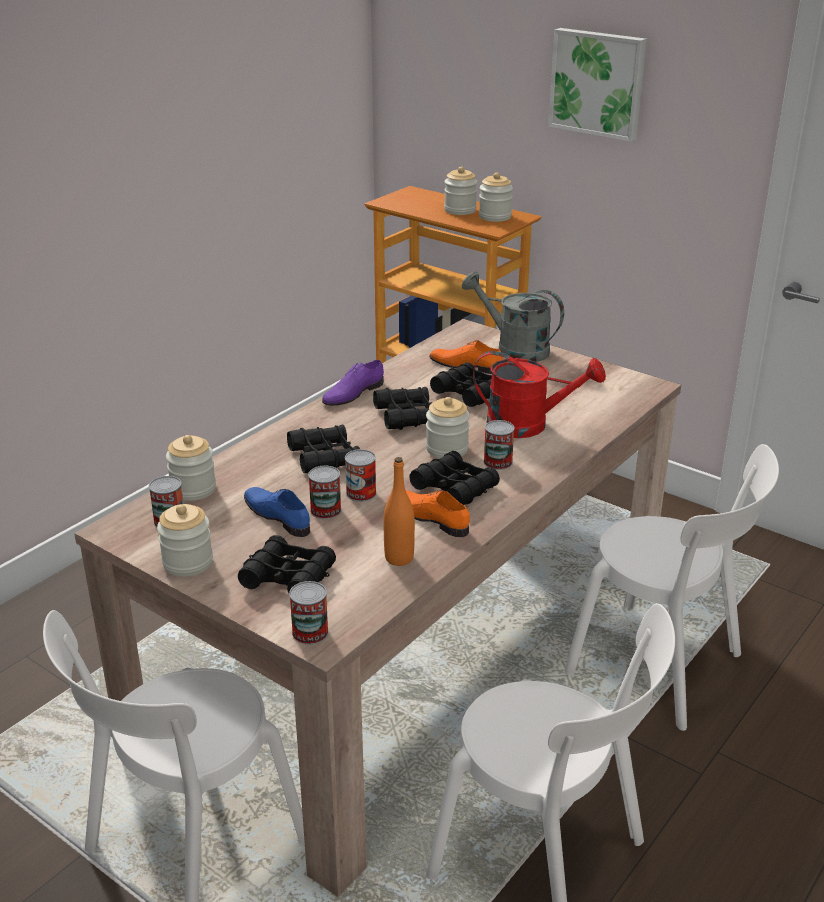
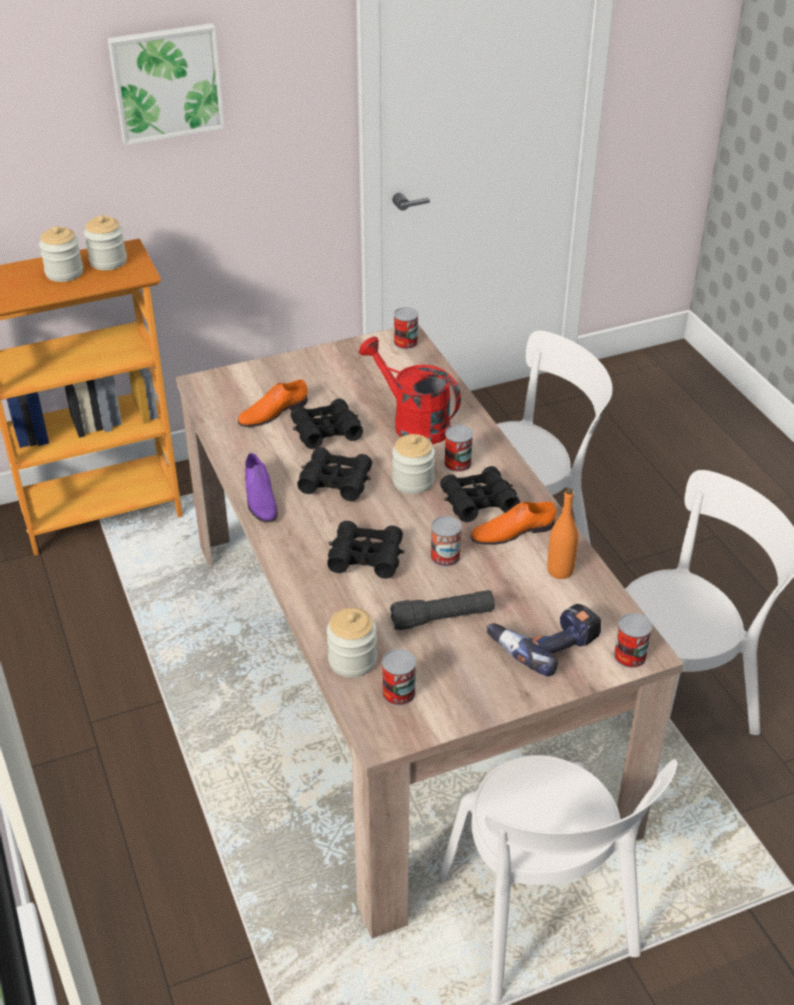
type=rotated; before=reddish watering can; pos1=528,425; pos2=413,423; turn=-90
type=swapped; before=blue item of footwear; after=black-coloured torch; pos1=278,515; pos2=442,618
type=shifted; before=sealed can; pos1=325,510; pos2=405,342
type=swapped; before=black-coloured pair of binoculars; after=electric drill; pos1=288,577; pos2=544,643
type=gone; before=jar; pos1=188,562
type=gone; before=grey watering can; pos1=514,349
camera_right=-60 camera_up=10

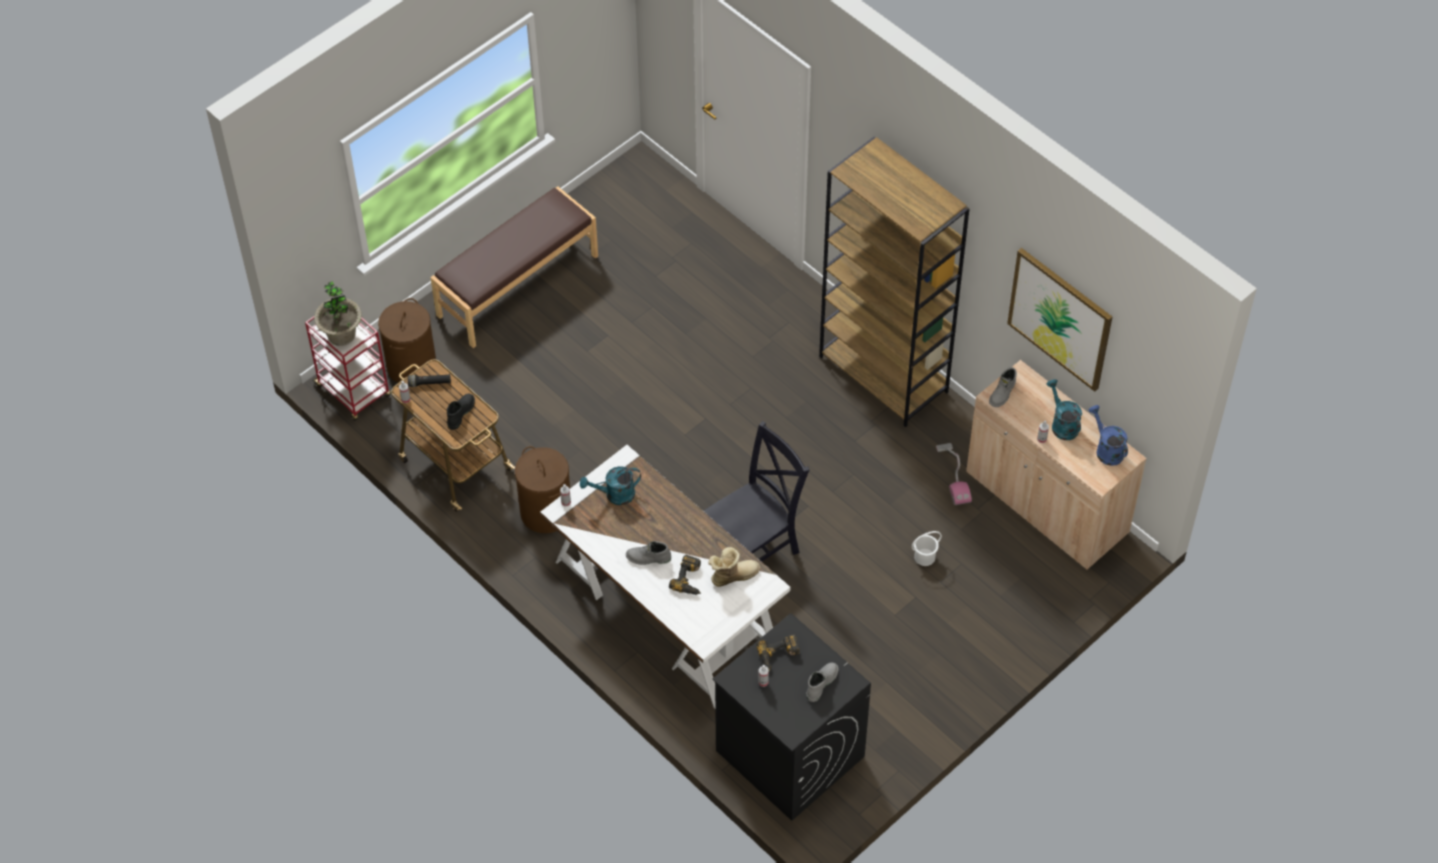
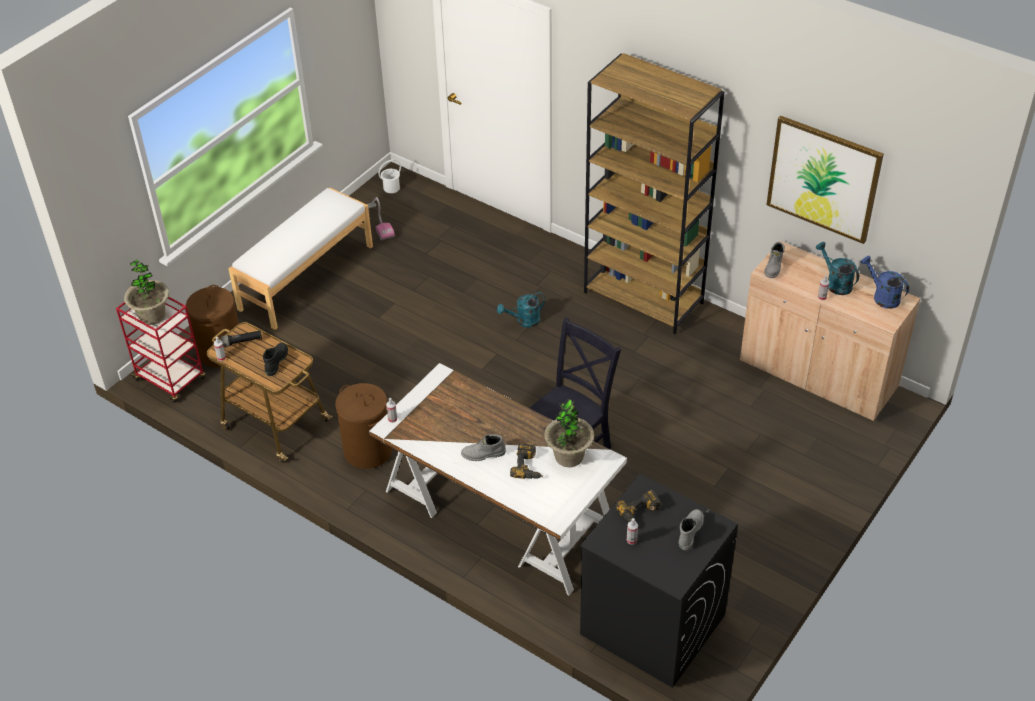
type=repainted; before=brown long seat; after=whitish long seat; pos1=517,285; pos2=306,277
type=shifted; before=vacuum cleaner; pos1=953,475; pos2=378,222
type=shifted; before=whitish water bucket; pos1=924,557; pos2=391,188
type=shifted; before=turquoise watering can; pos1=614,495; pos2=524,321
type=swapped; before=high-top boot; after=plant in a pot; pos1=733,575; pos2=569,456
camera_right=-10 camera_up=-10

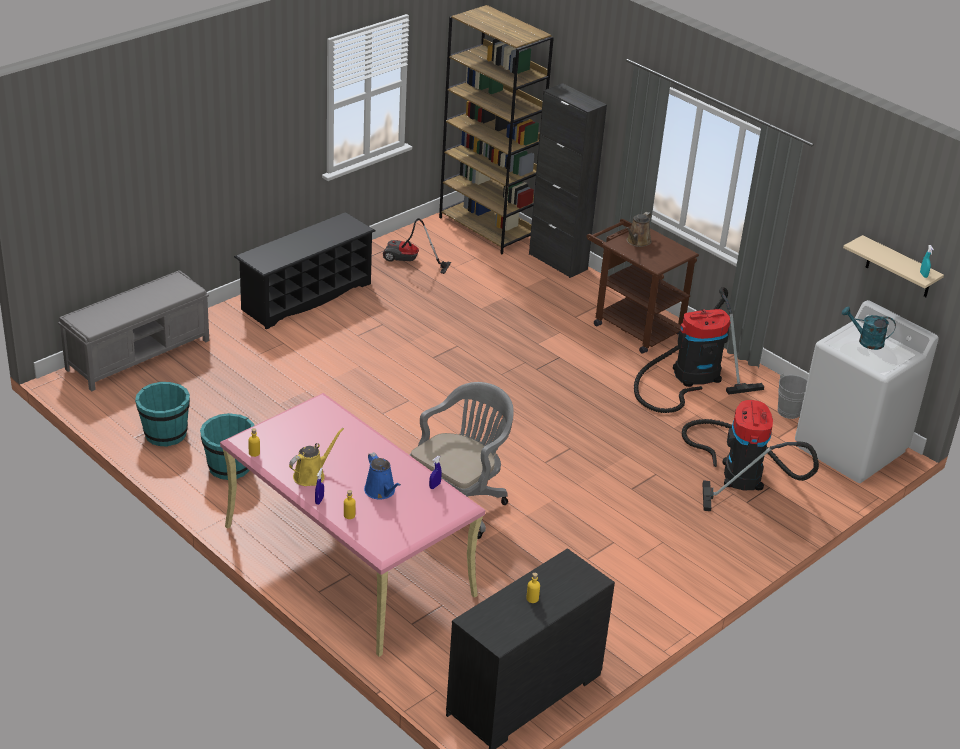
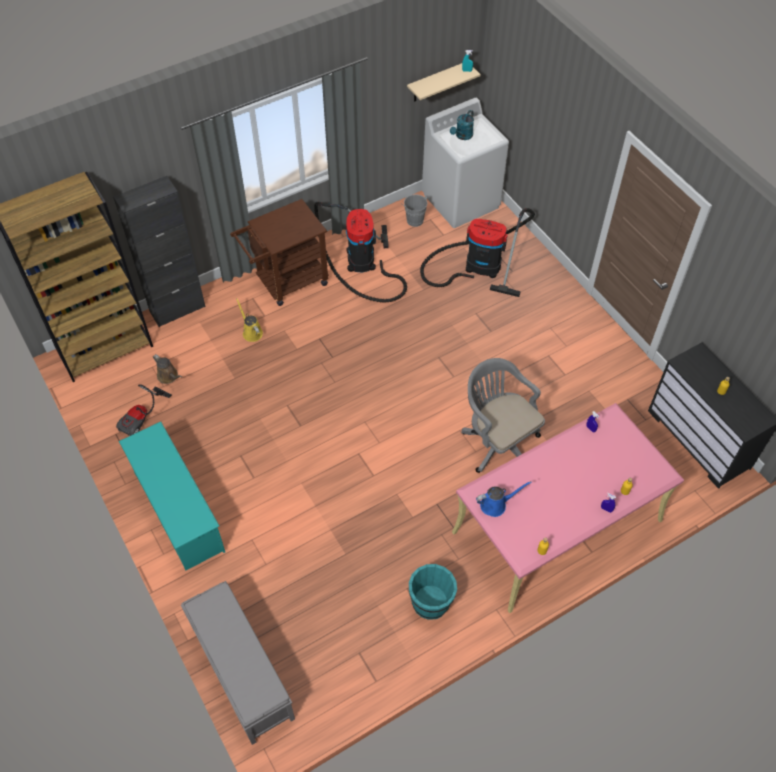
type=repainted; before=black-coloured shoe shelf; after=turquoise shoe shelf; pos1=306,296; pos2=178,511
type=shifted; before=brown watering can; pos1=637,242; pos2=169,376
type=shifted; before=yellowish watering can; pos1=311,475; pos2=251,332
type=shifted; before=blue watering can; pos1=381,491; pos2=496,504
type=gone; before=turquoise water bucket; pos1=165,434
camera_right=-75 camera_up=20

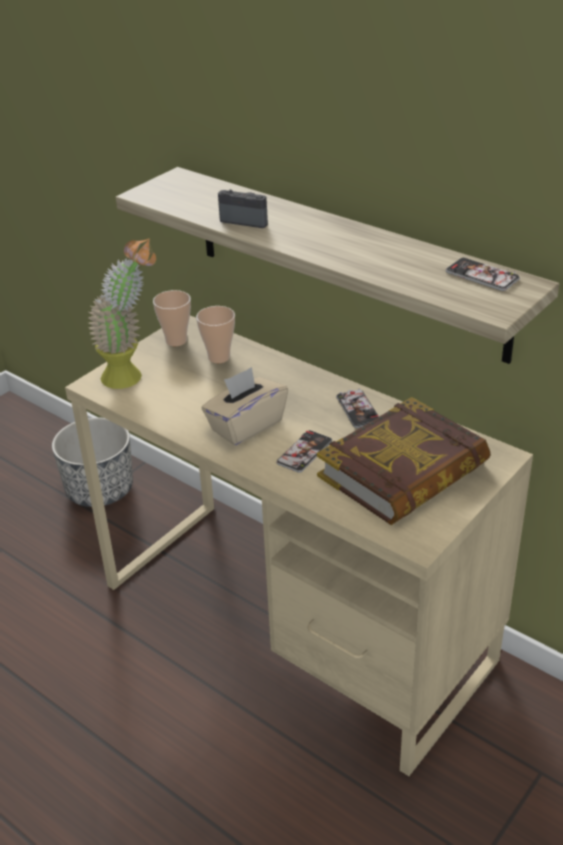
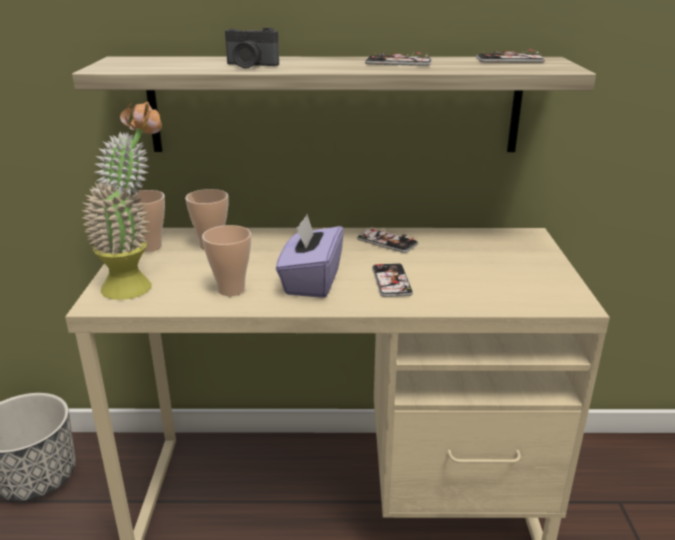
type=new; after=cup; pos2=231,289
type=rotated; before=photo camera; pos1=246,220; pos2=250,65; turn=-150
type=repainted; before=beige-coloured tissue box; after=purple-coloured tissue box; pos1=246,425; pos2=311,281
type=new; after=phone; pos2=398,62
type=gone; before=book; pos1=403,471
camera_right=-40 camera_up=-10

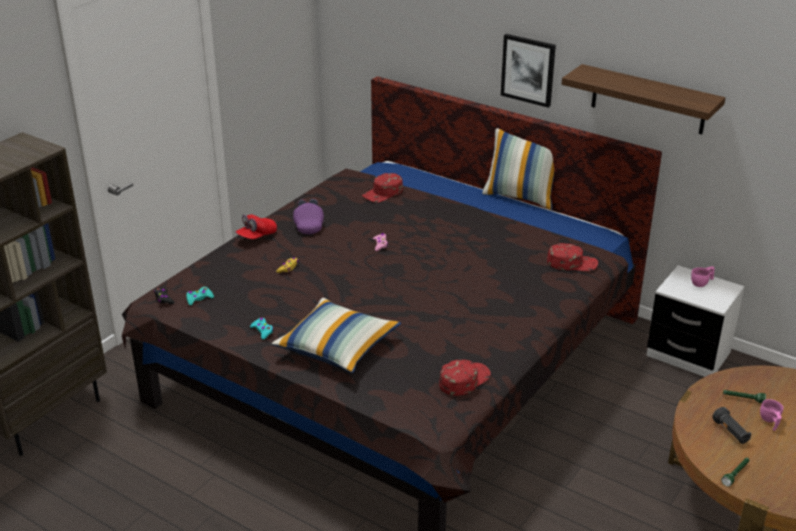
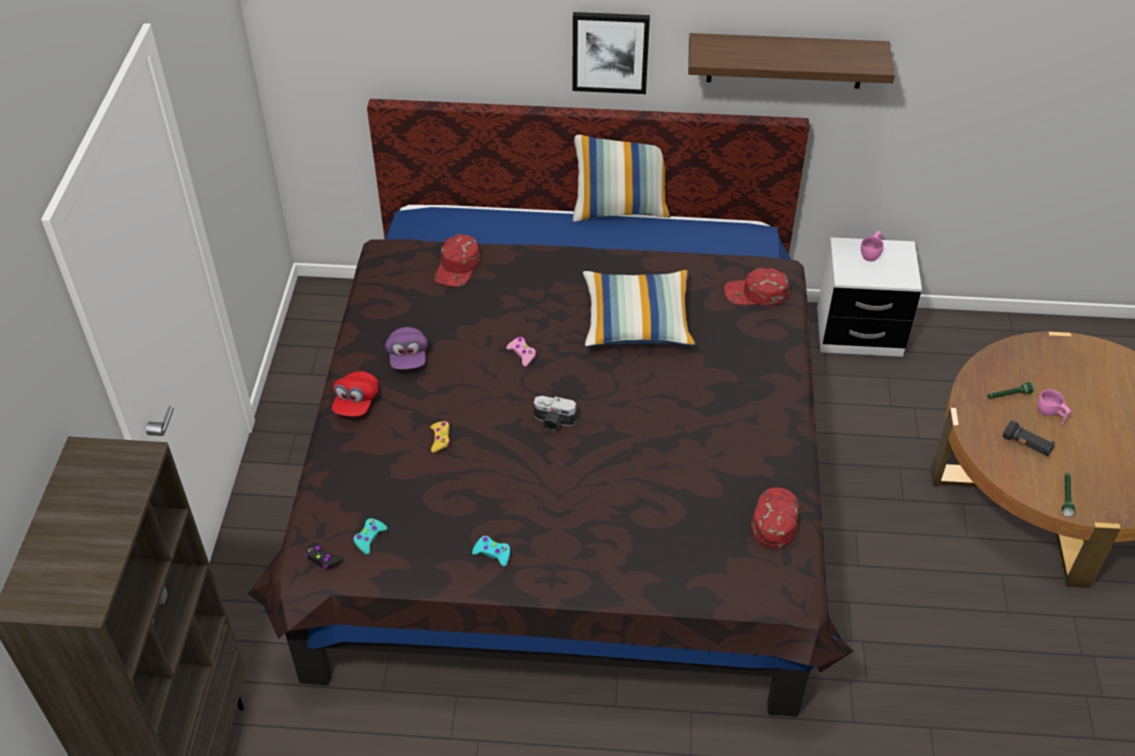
type=rotated; before=purple-coloured baseball cap; pos1=308,225; pos2=408,357; turn=-150
type=new; after=photo camera; pos2=553,422
type=shifted; before=pillow; pos1=337,347; pos2=637,321
type=rotated; before=reddish baseball cap; pos1=572,263; pos2=756,293; turn=-150
camera_right=-30 camera_up=15

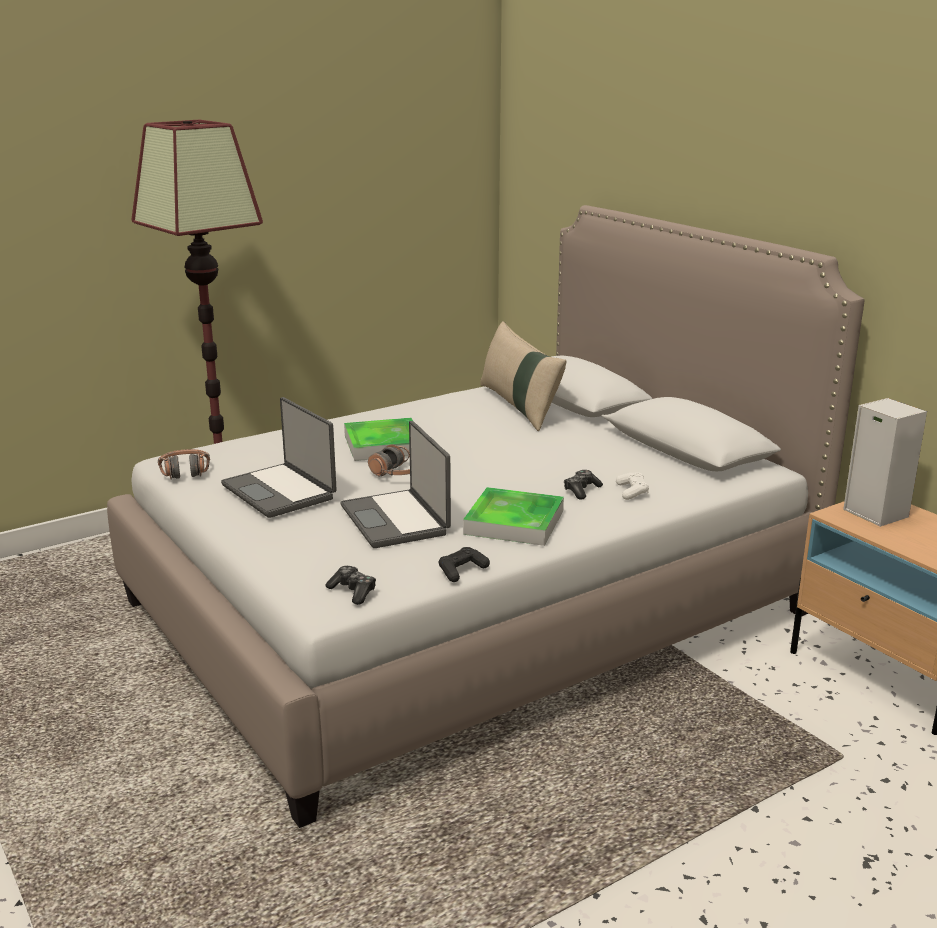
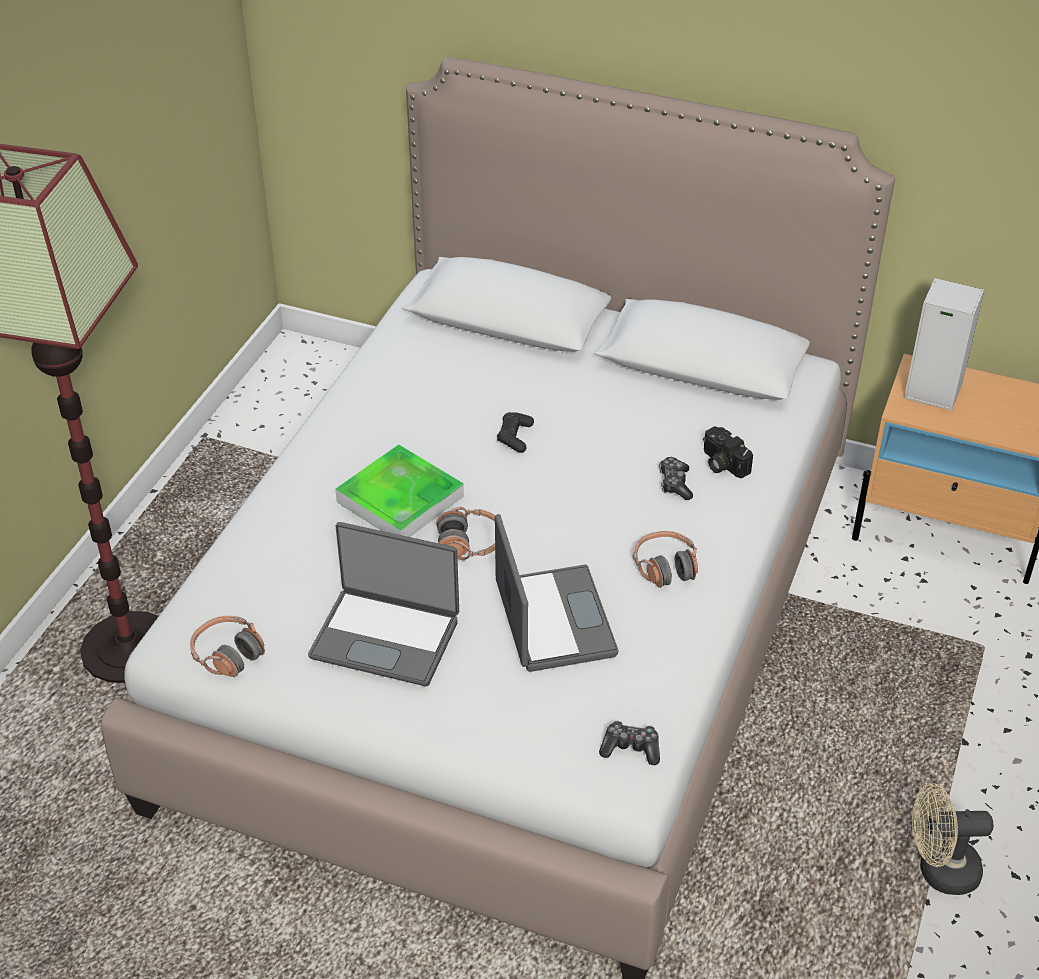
type=rotated; before=portable computer; pos1=396,520; pos2=552,620; turn=-135
type=shifted; before=black-coloured gamepad; pos1=462,571; pos2=515,437
type=swapped; before=tray; after=headset; pos1=514,522; pos2=665,567
type=swapped; before=whitish gamepad; after=photo camera; pos1=632,492; pos2=721,463
type=new; after=beige-coloured electric fan; pos2=939,871
type=gone; before=beige-coloured pillow; pos1=519,406
camera_right=-35 camera_up=20

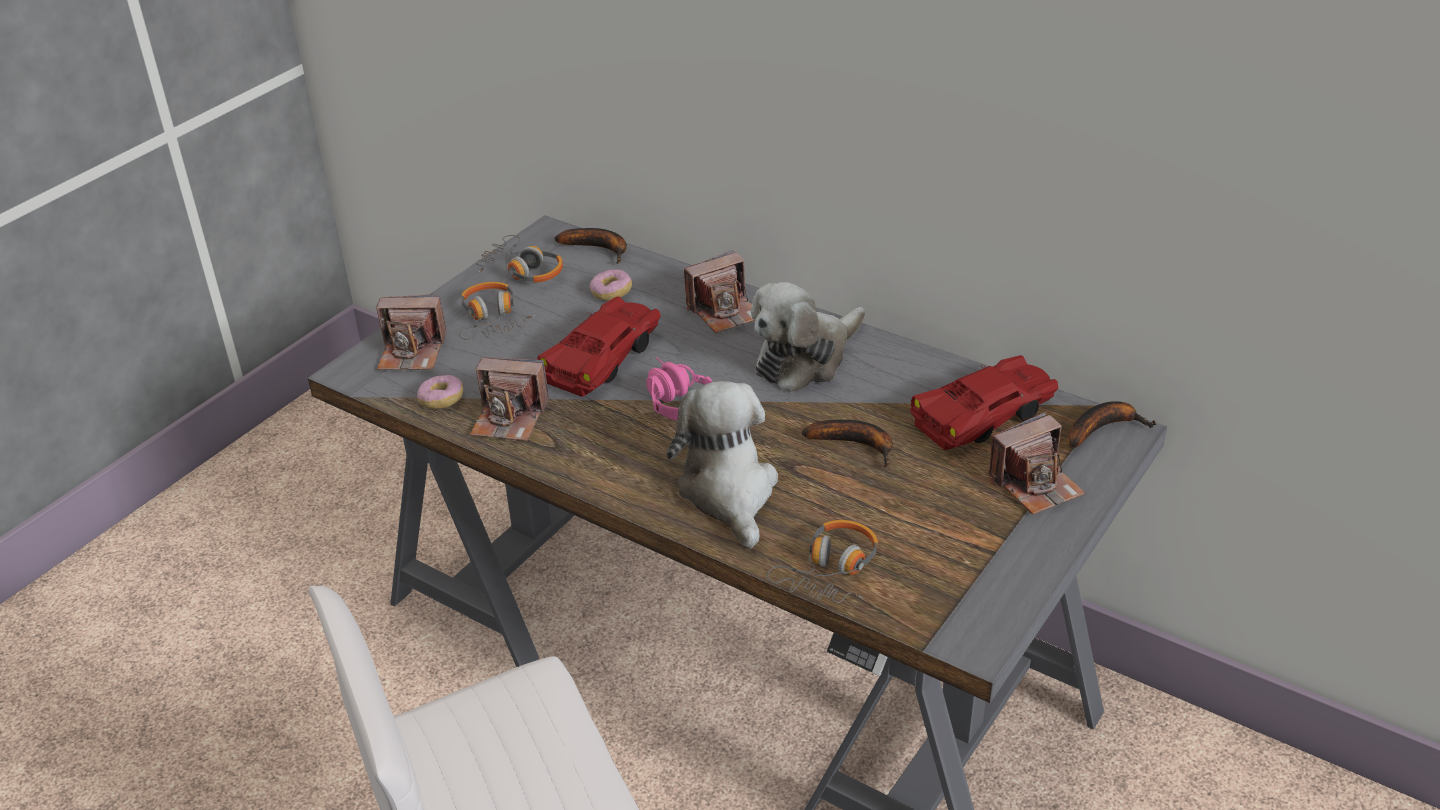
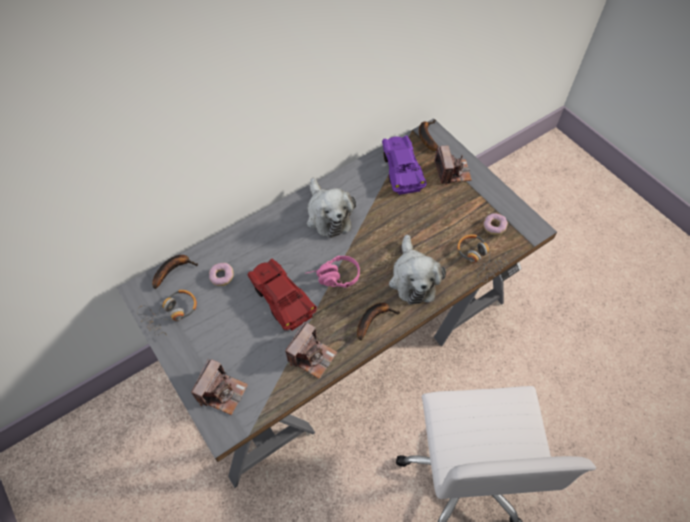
type=shifted; before=banana; pos1=856,444; pos2=374,319
type=repainted; before=reddish toy car; after=purple-coloured toy car; pos1=985,416; pos2=401,169
type=rotated; before=cuddly toy; pos1=729,492; pos2=413,278; turn=-105
type=shifted; before=doughnut; pos1=441,400; pos2=494,227
type=gone; before=headset; pos1=492,319
type=gone; before=photo camera; pos1=724,312
camera_right=-70 camera_up=20

